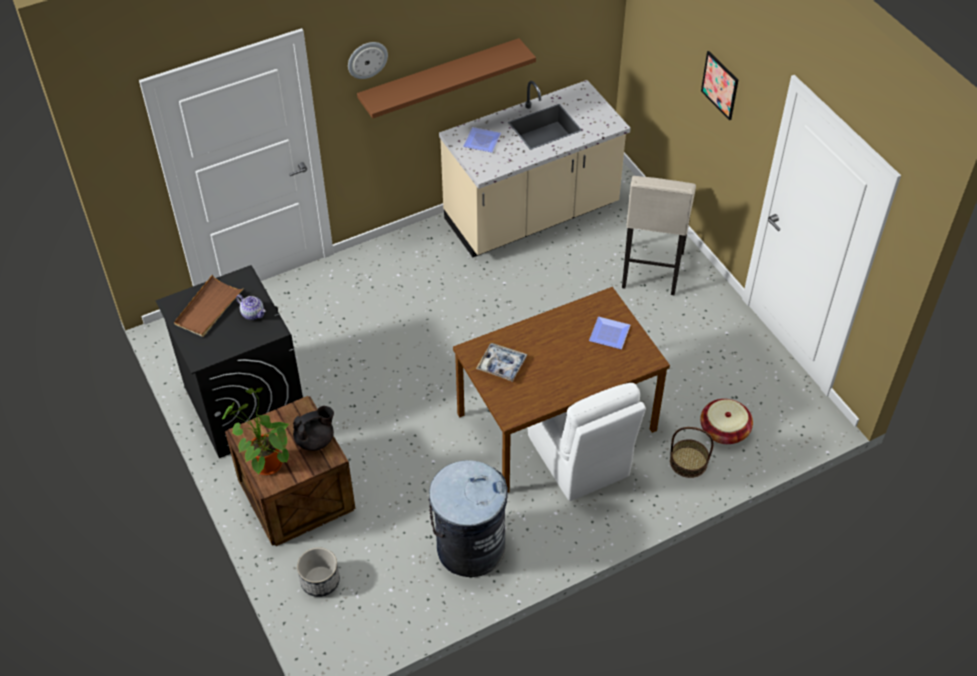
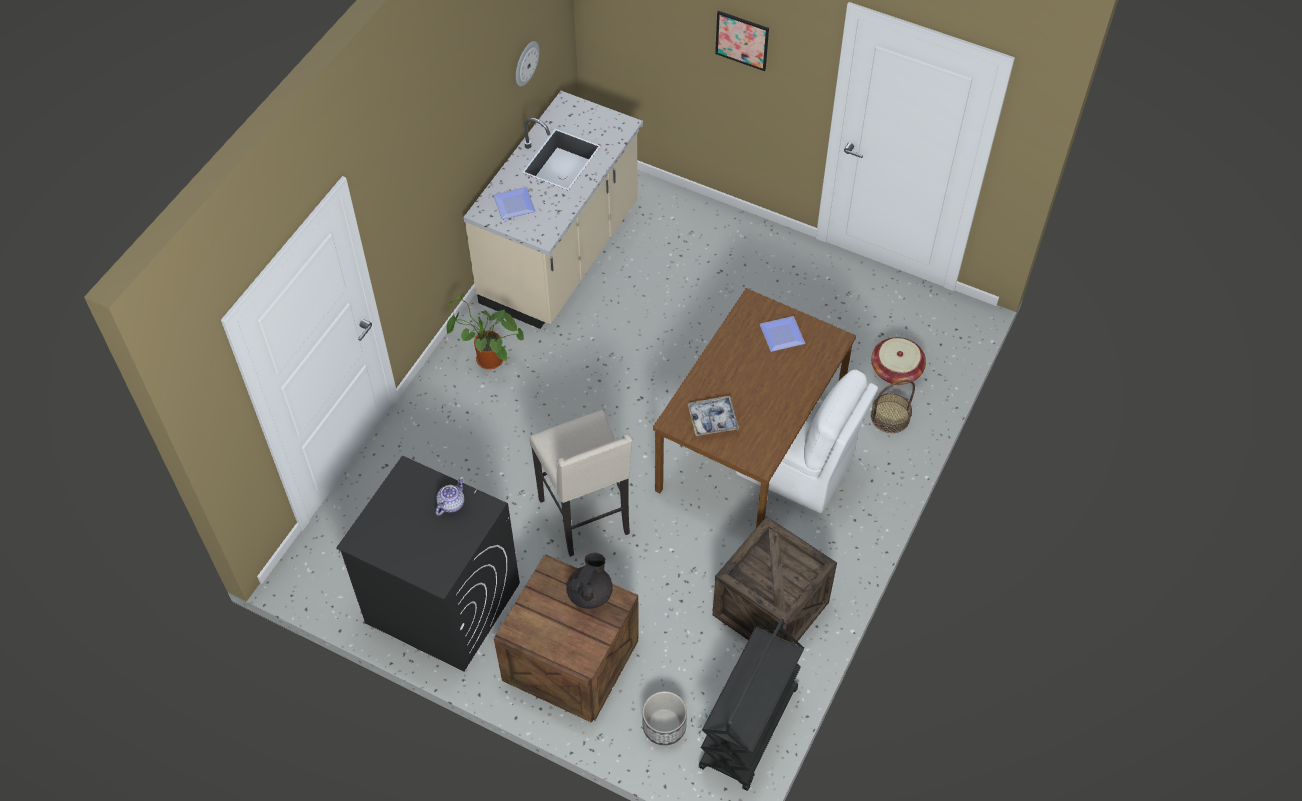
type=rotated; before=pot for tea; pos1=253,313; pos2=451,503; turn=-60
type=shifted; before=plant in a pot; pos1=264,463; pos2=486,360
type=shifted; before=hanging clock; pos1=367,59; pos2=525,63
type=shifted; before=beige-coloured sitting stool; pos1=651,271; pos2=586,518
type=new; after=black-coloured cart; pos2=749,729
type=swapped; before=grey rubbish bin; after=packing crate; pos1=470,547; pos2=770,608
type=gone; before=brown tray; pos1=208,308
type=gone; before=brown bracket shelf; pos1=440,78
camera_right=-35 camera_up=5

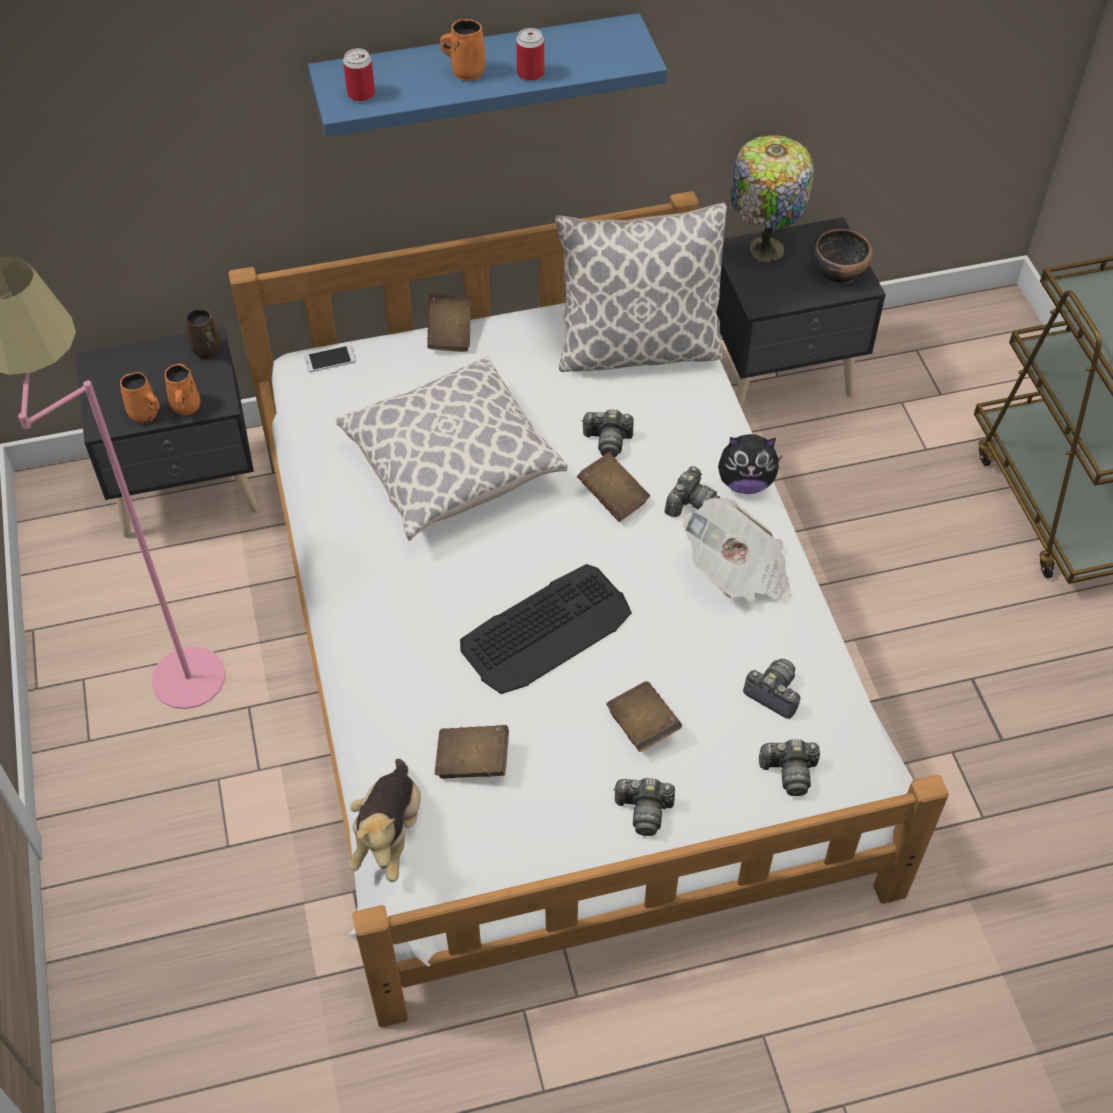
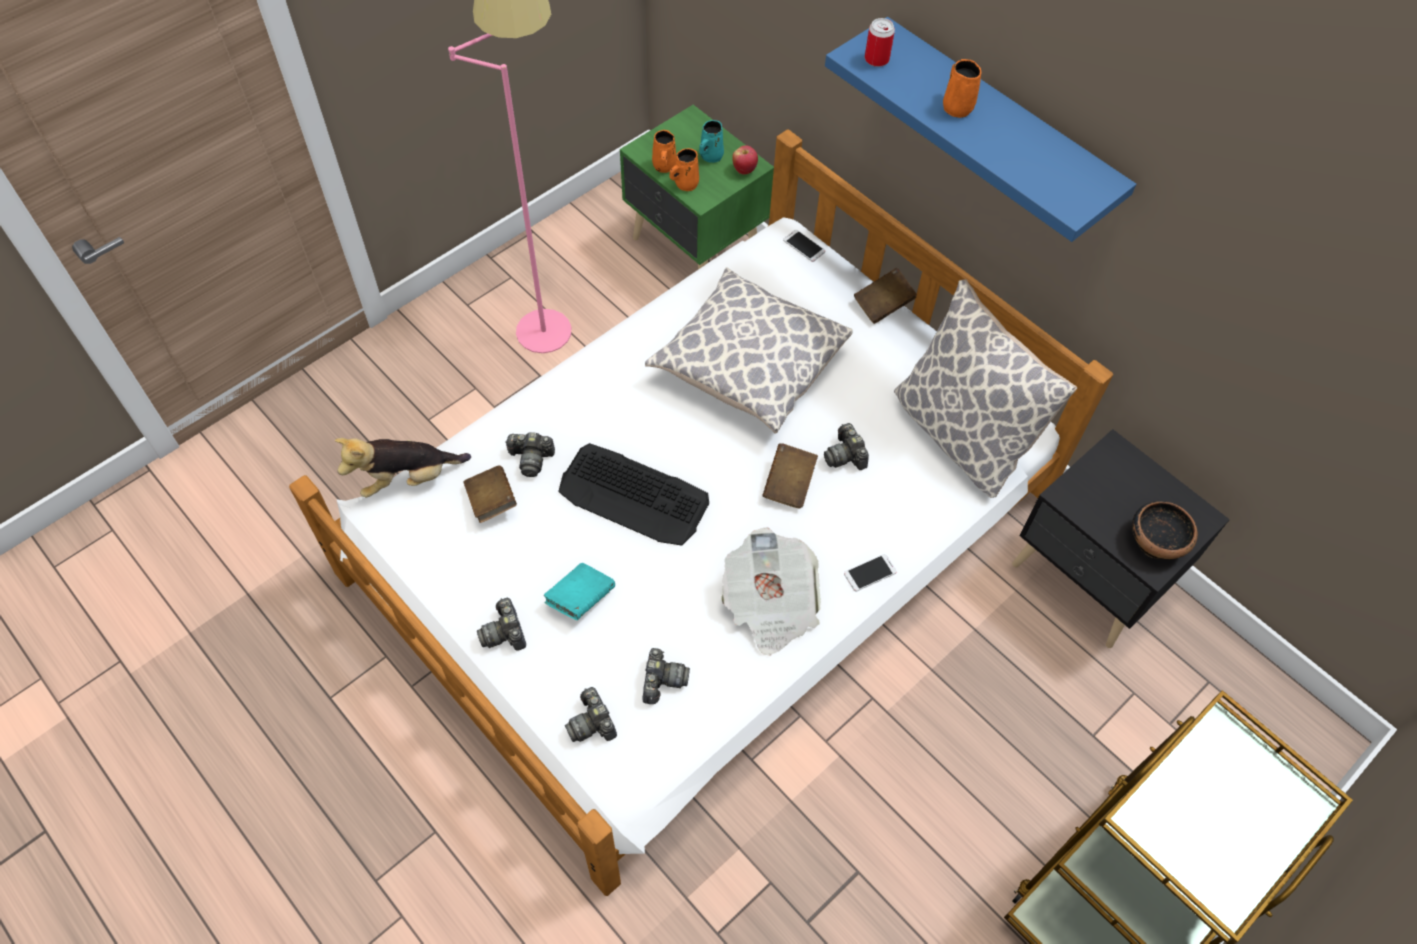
type=shifted; before=photo camera; pos1=690,503; pos2=531,459
type=repainted; before=brown book; after=turquoise book; pos1=642,726; pos2=580,598
type=repainted; before=black-coloured nightstand; after=greenish nightstand; pos1=189,490; pos2=695,251
type=new; after=turquoise mug; pos2=710,156
type=swapped; before=brown mug; after=apple fruit; pos1=207,351; pos2=744,170
type=swapped; before=cuddly toy; after=phone; pos1=745,482; pos2=870,573
type=gone; before=sealed can; pos1=530,73
type=gone; before=tabletop lamp; pos1=763,247
camera_right=60 camera_up=5

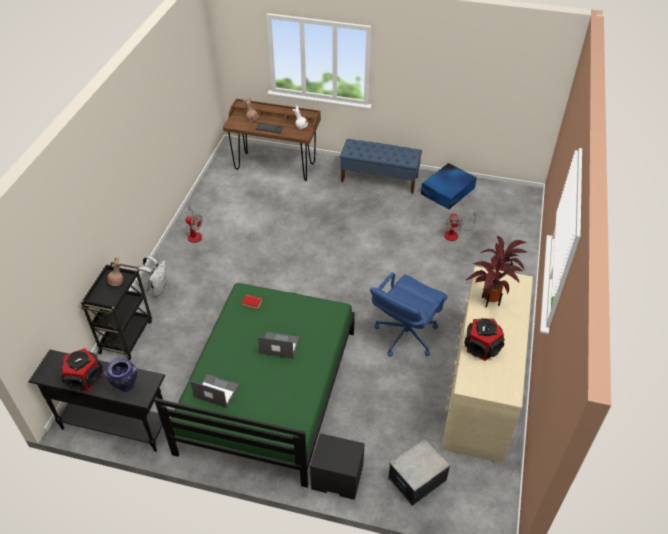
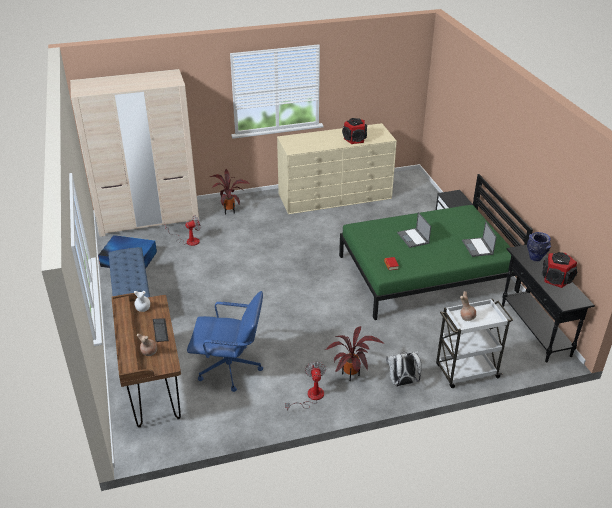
type=new; after=beige-coloured clothes cupboard; pos2=148,218
type=shifted; before=blue office chair; pos1=405,335; pos2=230,369
type=shifted; before=plant in a pot; pos1=488,300; pos2=351,376
type=repainted; before=black-coloured cart; after=whitish cart; pos1=126,336; pos2=466,372
type=gone; before=storage bin; pos1=416,479
camera_right=-120 camera_up=-10

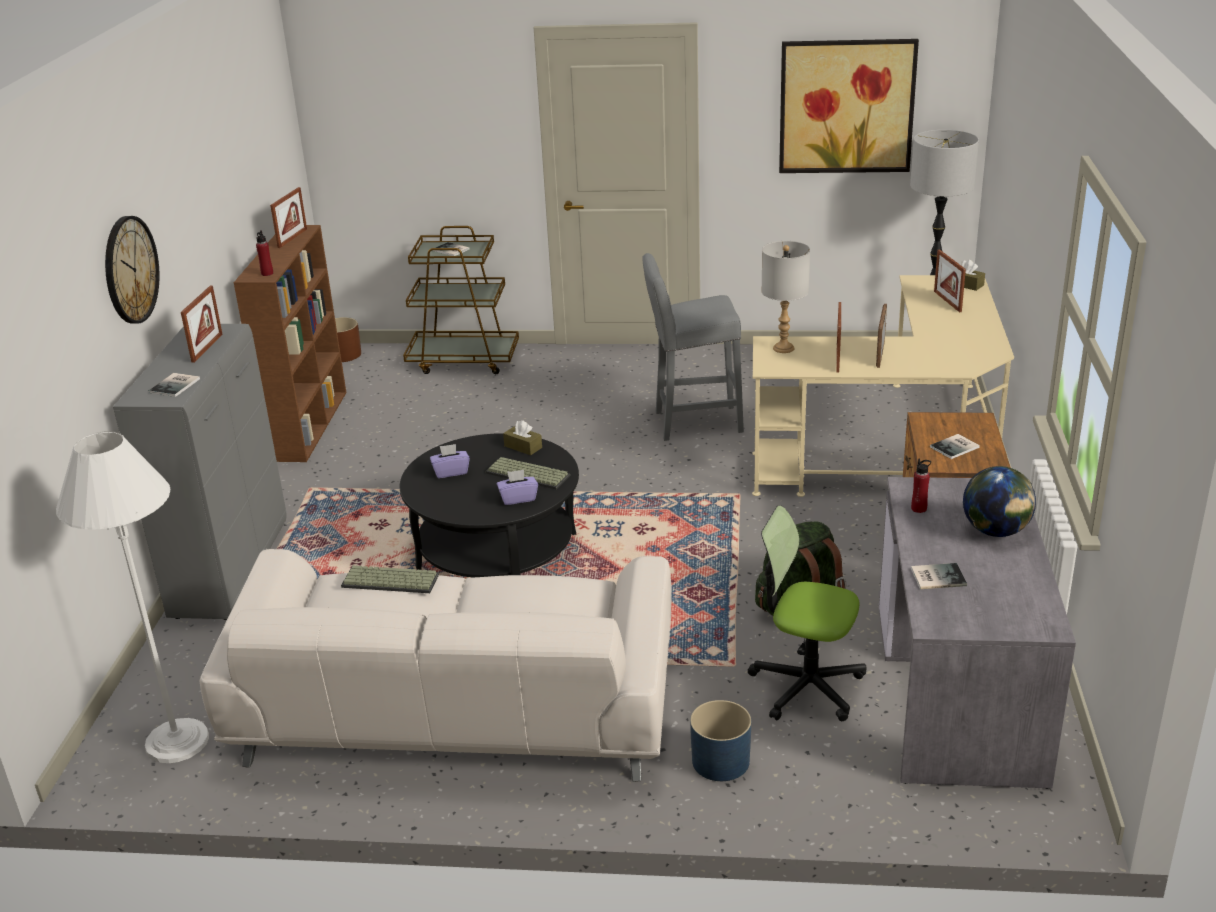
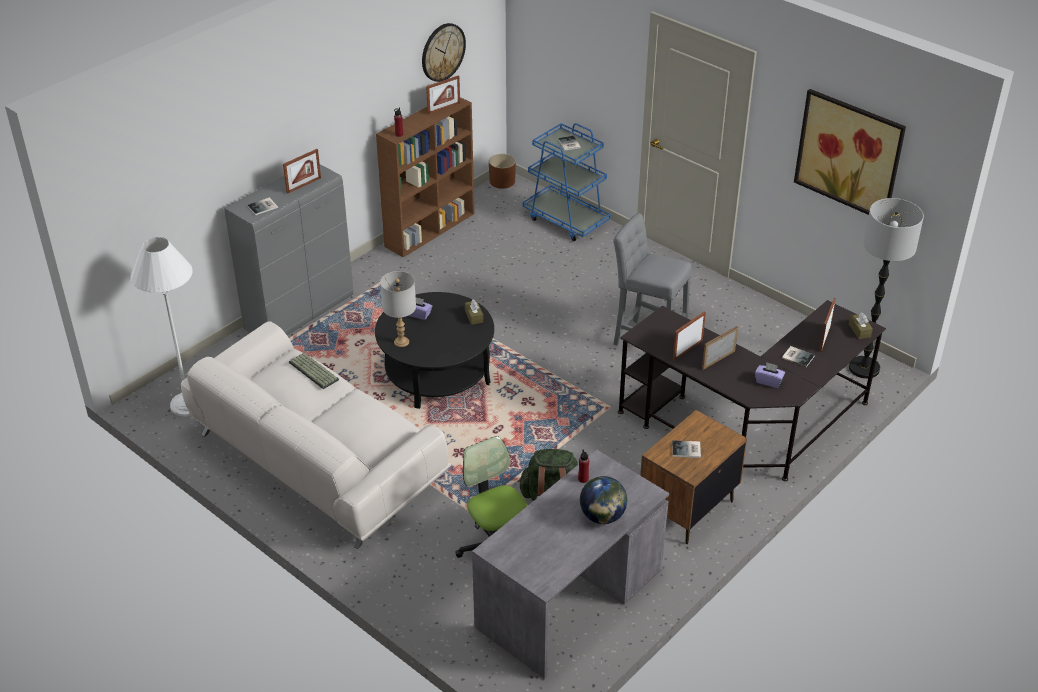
type=shifted; before=grey tabletop lamp; pos1=784,348; pos2=401,342
type=shifted; before=hanging clock; pos1=130,269; pos2=442,52
type=repainted; before=brown cart; after=blue cart; pos1=464,360; pos2=566,220
type=repainted; before=beige-coloured desk; after=black-coloured desk; pos1=898,450; pos2=748,427
type=shifted; before=purple-coloured tissue box; pos1=518,498; pos2=768,381
type=shifted; before=book; pos1=936,576; pos2=797,356
type=gone; before=keyboard; pos1=526,475
type=gone; before=blue planter; pos1=720,762
camera_right=35 camera_up=10

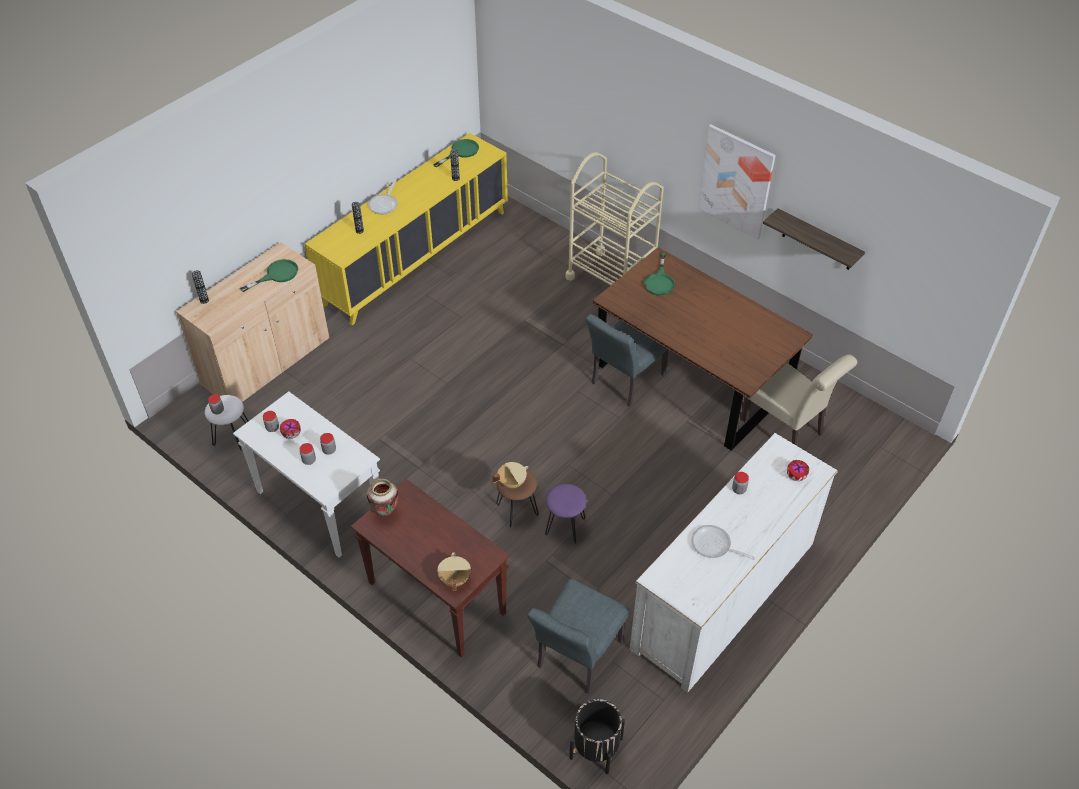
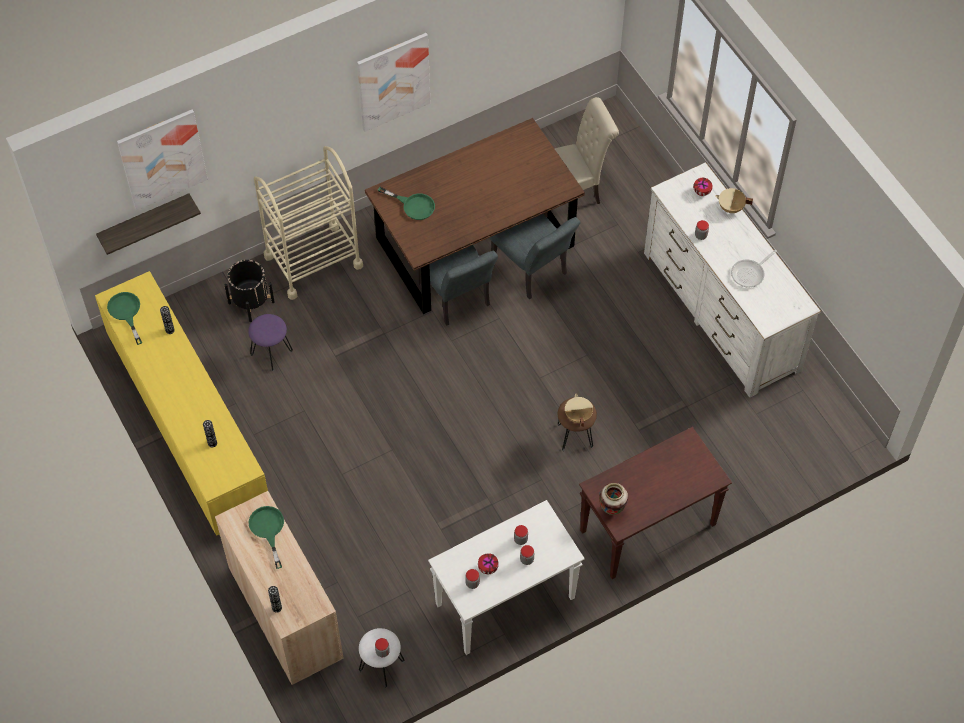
type=shifted; before=bracket shelf; pos1=818,241; pos2=145,222
type=new; after=wall art; pos2=162,159
type=shifted; before=black-coloured planter; pos1=596,748; pos2=251,302
type=shifted; before=purple-coloured sitting stool; pos1=564,527; pos2=271,353
type=shifted; before=grey chair; pos1=576,659; pos2=533,271
type=shifted; before=beige-coloured saucepot; pos1=454,579; pos2=731,208
type=gone; before=frying pan; pos1=384,204
camera_right=-70 camera_up=10

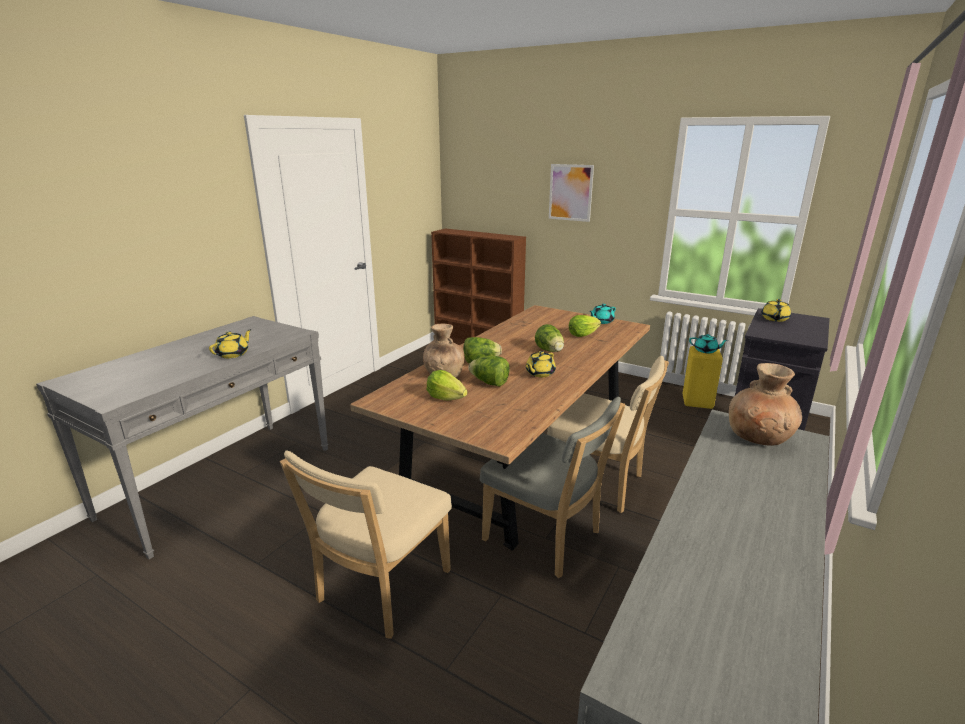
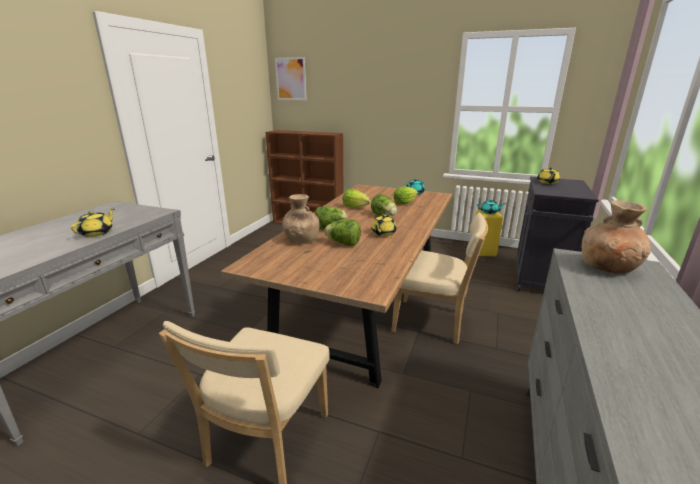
type=shifted; before=wall art; pos1=570,192; pos2=291,79
type=shifted; before=lettuce; pos1=446,398; pos2=355,207
type=gone; before=grey chair; pos1=546,538
camera_right=-10 camera_up=0

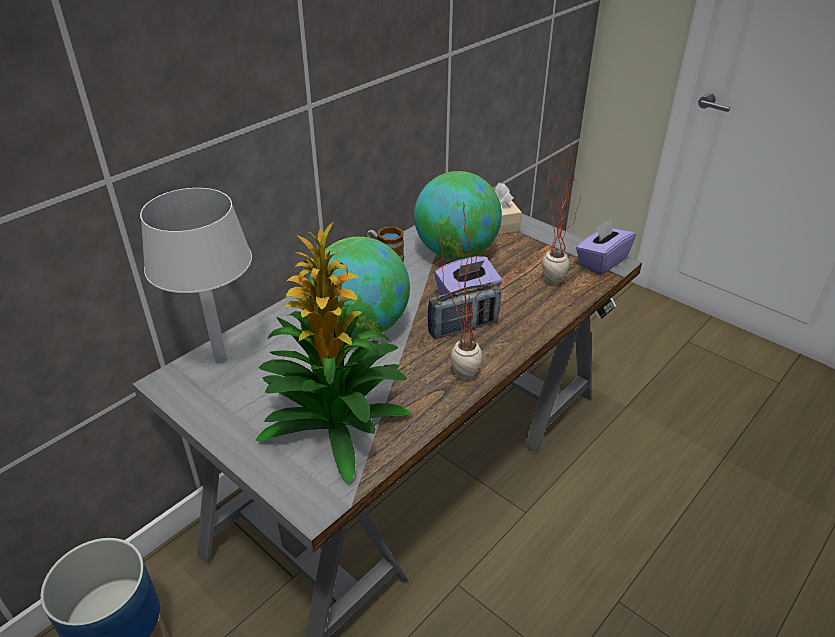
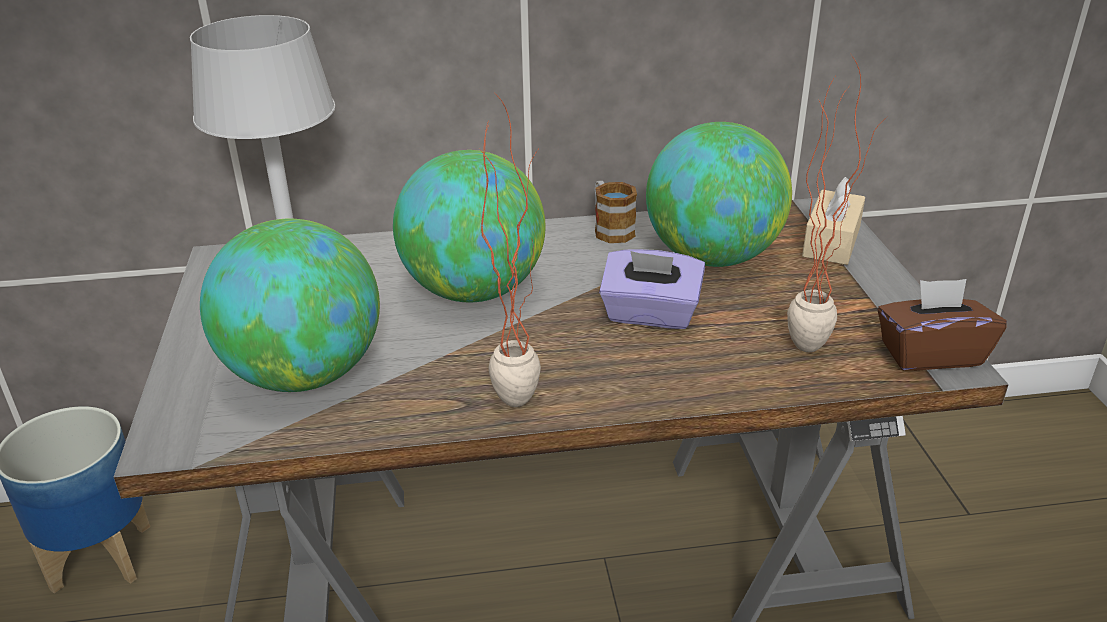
type=swapped; before=plant in a pot; after=desk globe; pos1=336,422; pos2=304,374
type=repainted; before=purple-coloured tissue box; after=brown tissue box; pos1=601,262; pos2=930,354
type=gone; before=radio set; pos1=463,327
camera_right=40 camera_up=-5

